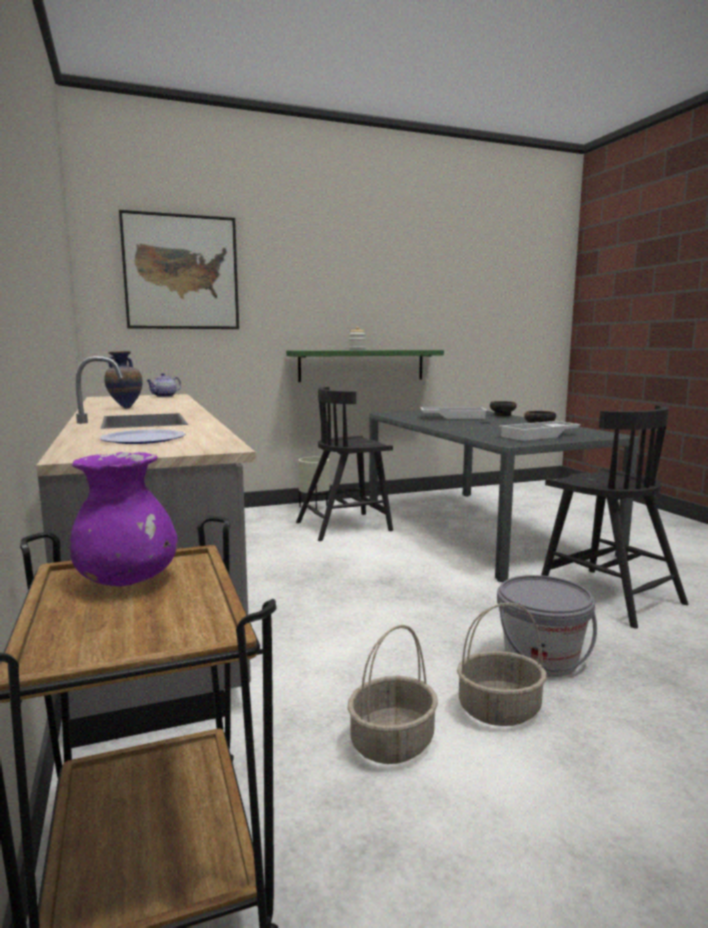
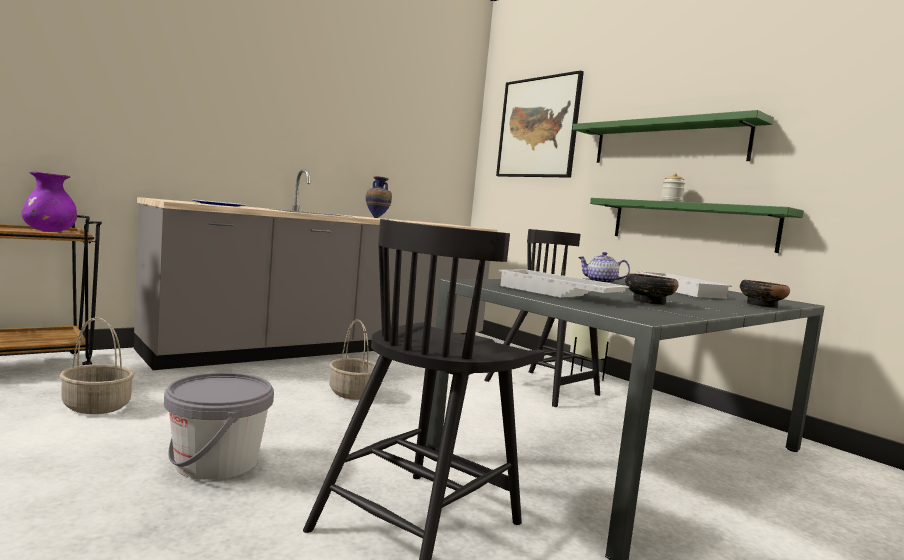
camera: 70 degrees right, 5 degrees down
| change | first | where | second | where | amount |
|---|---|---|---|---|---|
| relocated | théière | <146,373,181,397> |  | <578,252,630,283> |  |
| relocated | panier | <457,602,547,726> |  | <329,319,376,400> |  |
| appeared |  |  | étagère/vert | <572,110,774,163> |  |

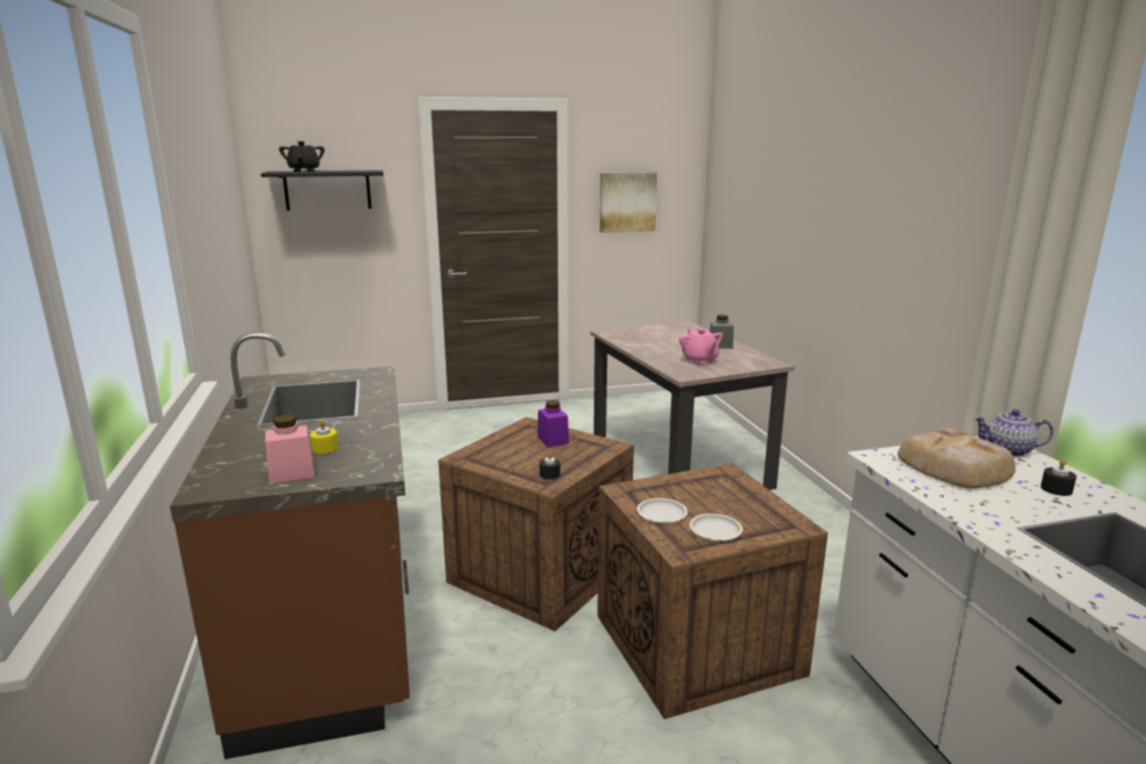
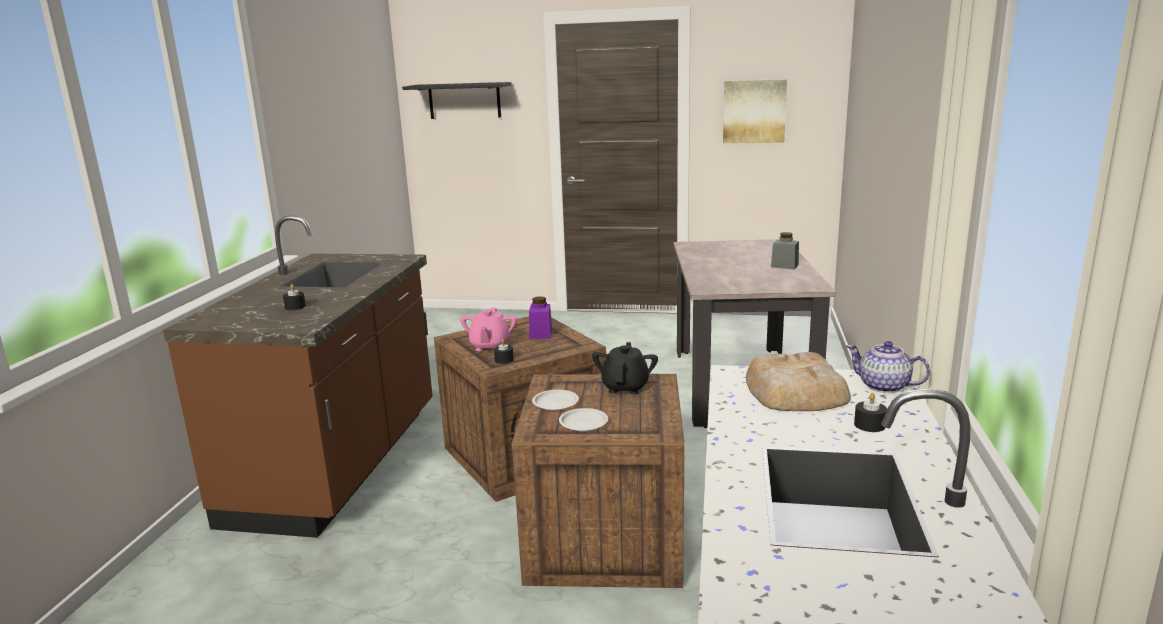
camera: 25 degrees right, 0 degrees up
| change | first | where | second | where | amount |
|---|---|---|---|---|---|
| missing | bocal/rose | <265,415,315,484> |  |  |  |
| relocated | théière/noir | <279,141,325,172> |  | <592,342,658,395> |  |
| colour | bougie/jaune | <310,420,338,454> | bougie/noir | <283,284,306,310> |  |
| relocated | théière/rose | <679,328,723,365> |  | <460,308,517,351> |  |

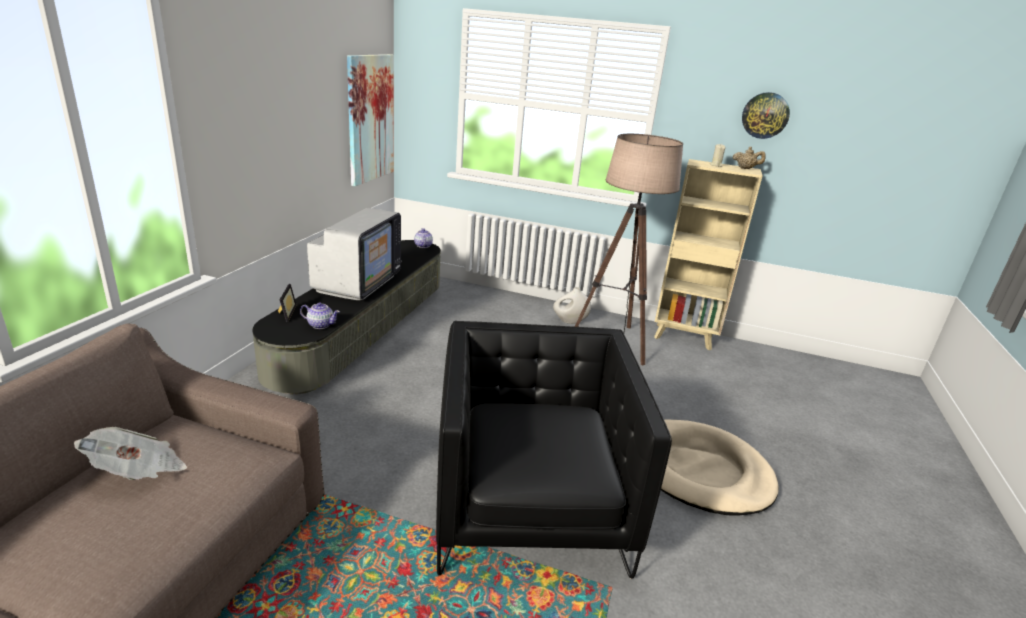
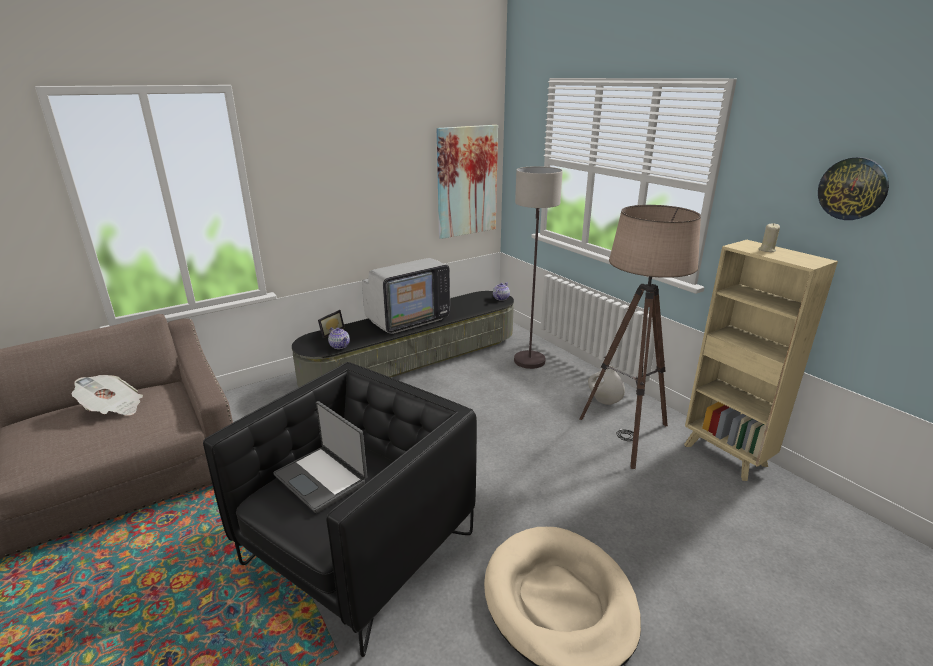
camera: 40 degrees right, 0 degrees up
| change | first | where | second | where | amount |
|---|---|---|---|---|---|
| missing | théière/beige | <733,147,766,169> |  |  |  |
| appeared |  |  | ordinateur portable | <274,401,367,513> |  |
| appeared |  |  | lampadaire/gris | <514,166,563,369> |  |

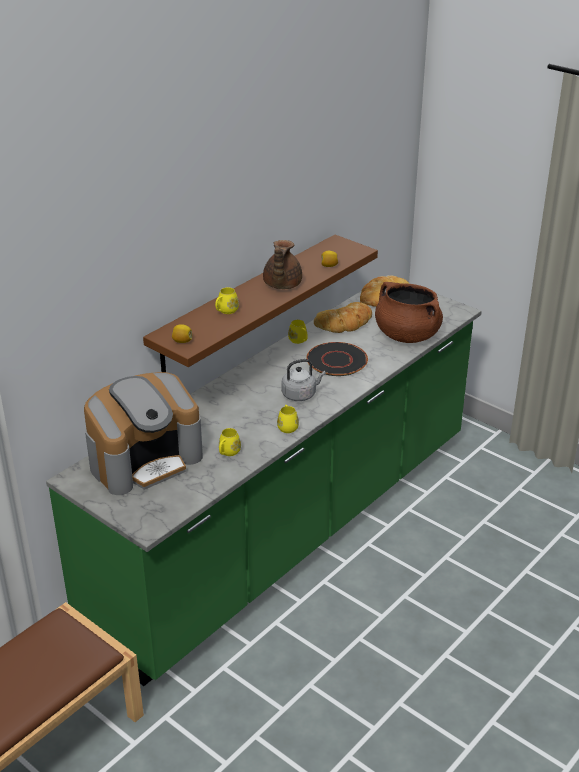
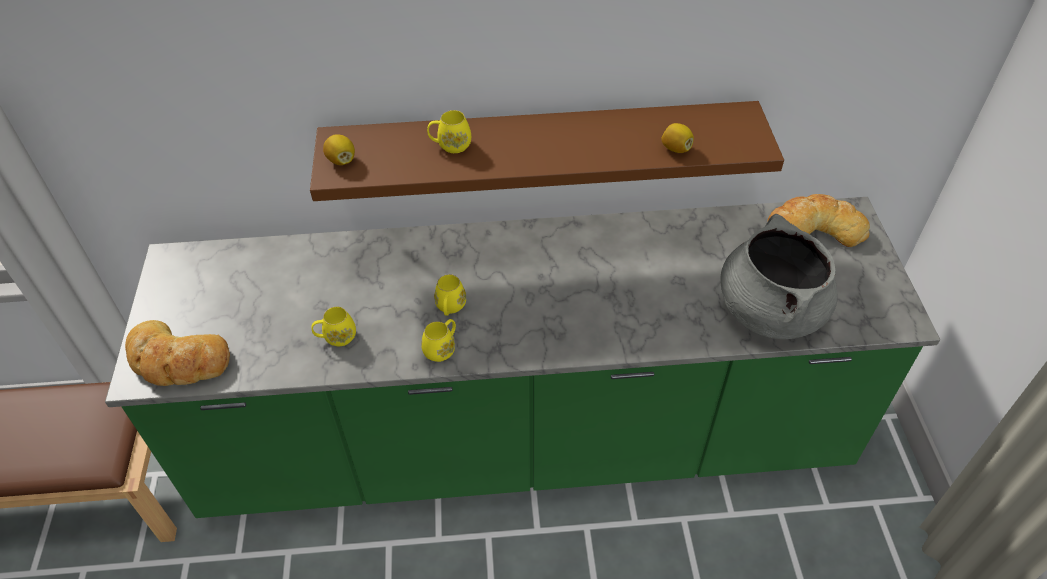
camera: 45 degrees right, 15 degrees up
| change | first | where | second | where | amount |
|---|---|---|---|---|---|
| missing | machine à café | <84,372,203,495> |  |  |  |
| missing | théière/marron | <263,240,302,289> |  |  |  |
| missing | bouilloire/gris | <281,359,326,401> |  |  |  |
| relocated | mug/jaune | <288,320,308,344> |  | <434,274,466,316> |  |
| missing | assiette/noir | <306,342,368,376> |  |  |  |
| relocated | pain | <314,302,372,333> |  | <125,320,230,386> |  |
| colour | marmite/marron | <375,282,443,343> | marmite/gris | <721,214,838,339> |  |

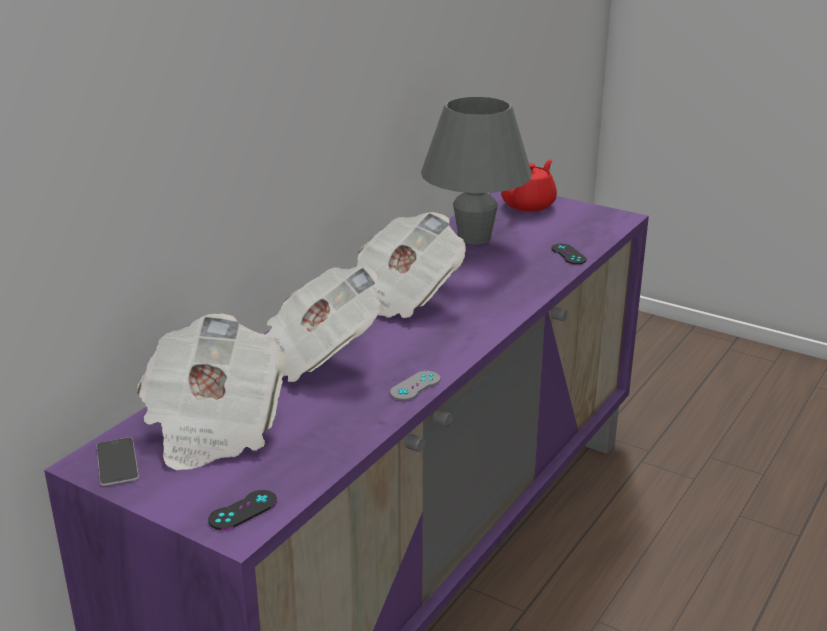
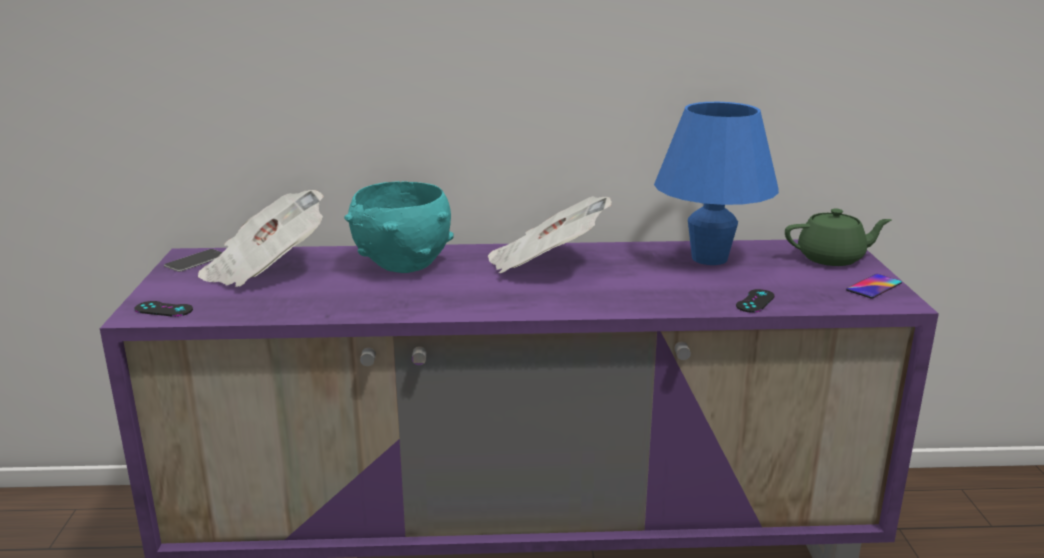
camera: 55 degrees right, 5 degrees down
| change | first | where | second | where | amount |
|---|---|---|---|---|---|
| exchanged | journal | <266,267,381,382> | bol/turquoise | <344,181,454,273> |  |
| missing | manette/gris | <390,371,440,401> |  |  |  |
| colour | lampe de table/gris | <421,96,532,245> | lampe de table/bleu | <654,102,779,265> |  |
| colour | théière/rouge | <501,160,557,212> | théière/vert | <785,208,892,266> |  |
| appeared |  |  | téléphone | <846,274,902,299> |  |

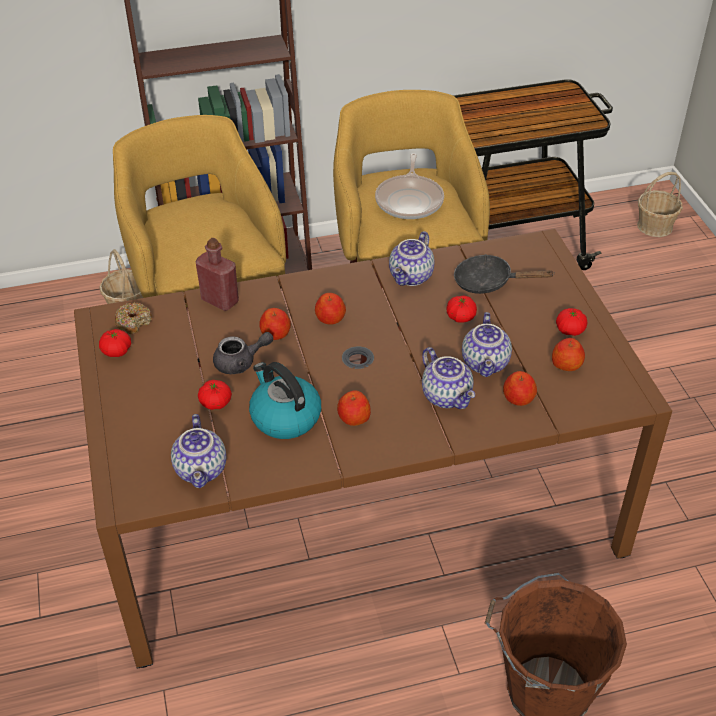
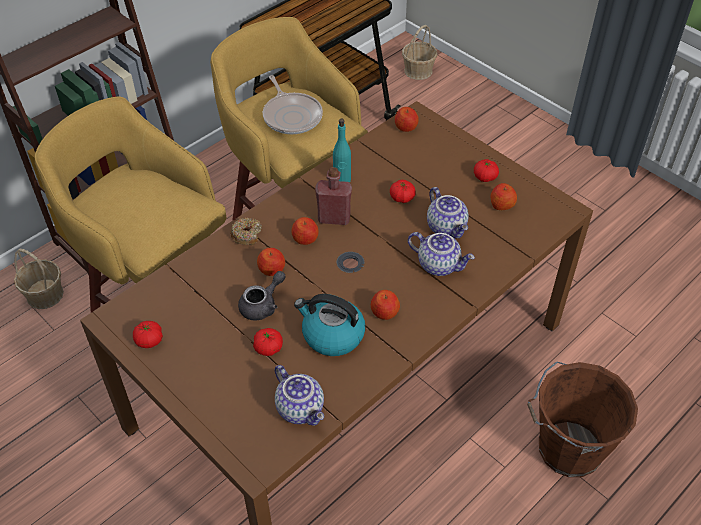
camera: 30 degrees left, 5 degrees up
| change | first | where | second | where | amount |
|---|---|---|---|---|---|
| relocated | beignet | <115,302,152,334> |  | <230,218,262,245> |  |
| relocated | bouteille/rouge | <196,238,239,311> |  | <315,167,352,225> |  |
| exchanged | théière | <389,231,435,286> | bouteille/turquoise | <333,118,351,182> |  |
| missing | poêle/noir | <454,254,555,294> |  |  |  |
| relocated | pomme | <503,371,537,406> |  | <395,107,419,132> |  |

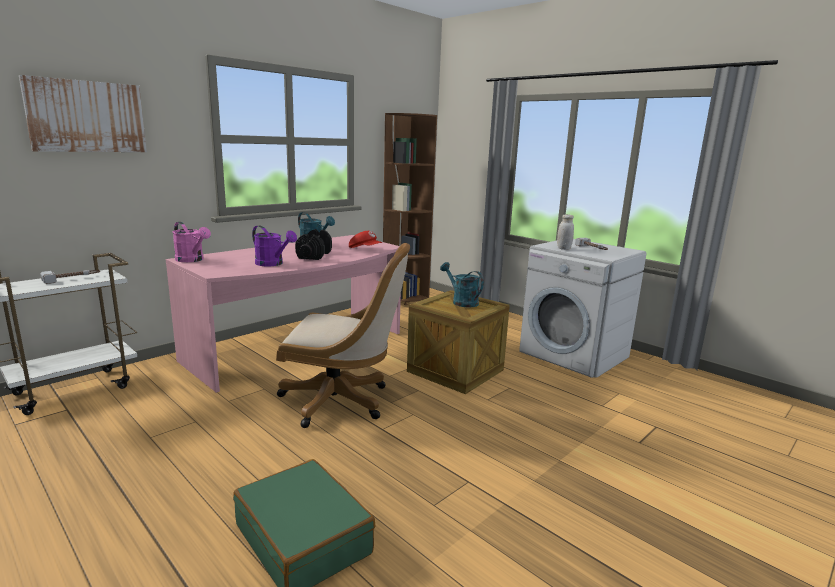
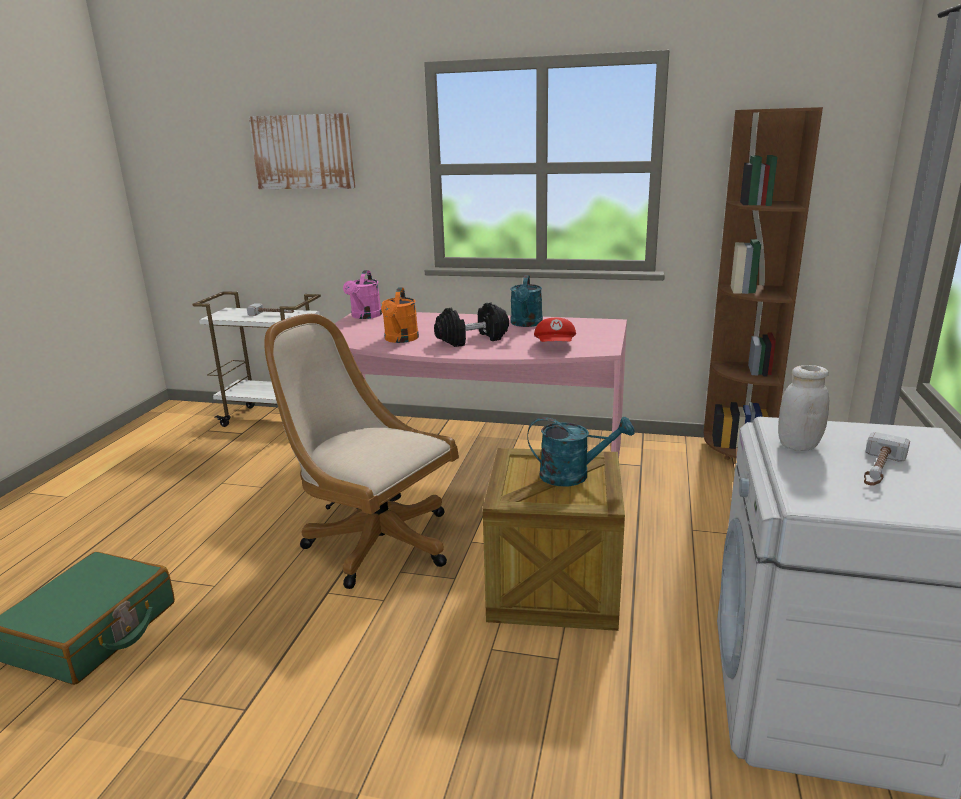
camera: 60 degrees right, 5 degrees up
| change | first | where | second | where | amount |
|---|---|---|---|---|---|
| colour | arrosoir/violet | <252,225,297,266> | arrosoir/orange | <381,287,419,343> |  |
| spun | chaise de bureau | <276,243,410,428> |  | <264,314,459,589> | 150 degrees clockwise |
| spun | arrosoir/turquoise | <440,262,484,308> |  | <527,416,635,486> | 75 degrees clockwise |

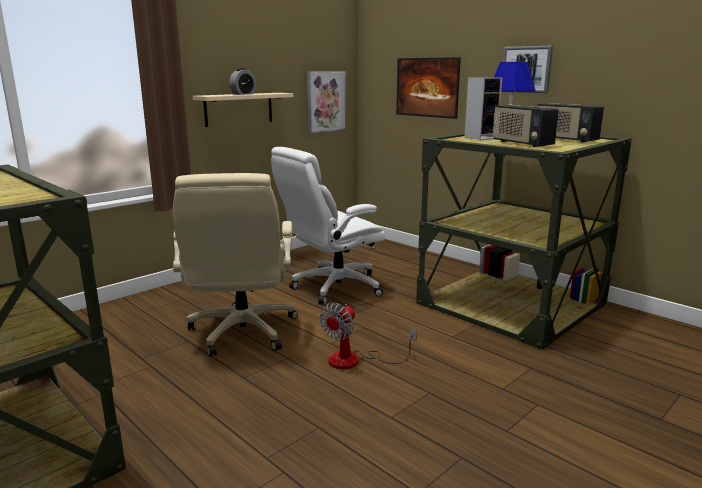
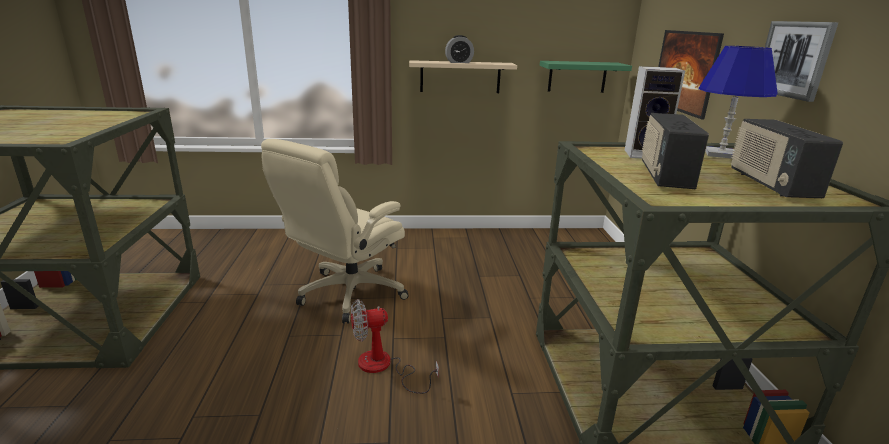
camera: 40 degrees right, 5 degrees up
| change | first | where | second | where | amount |
|---|---|---|---|---|---|
| missing | chaise de bureau/blanc | <271,147,385,305> |  |  |  |
| exchanged | tableau | <307,71,346,134> | étagère/vert | <539,61,632,93> |  |

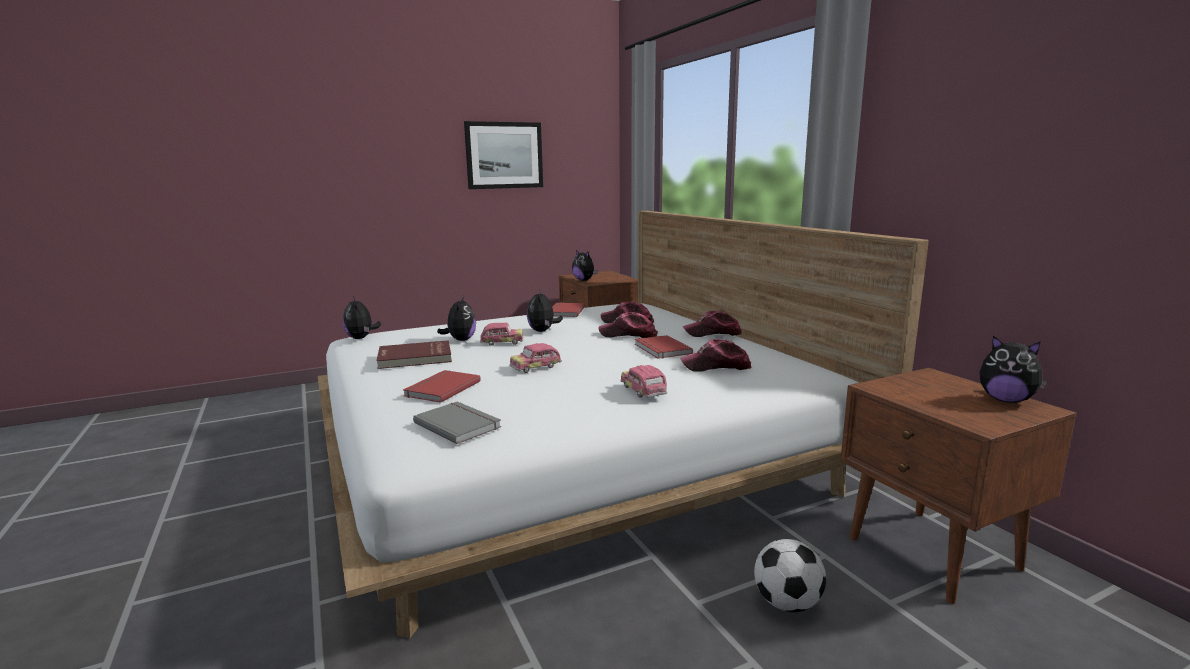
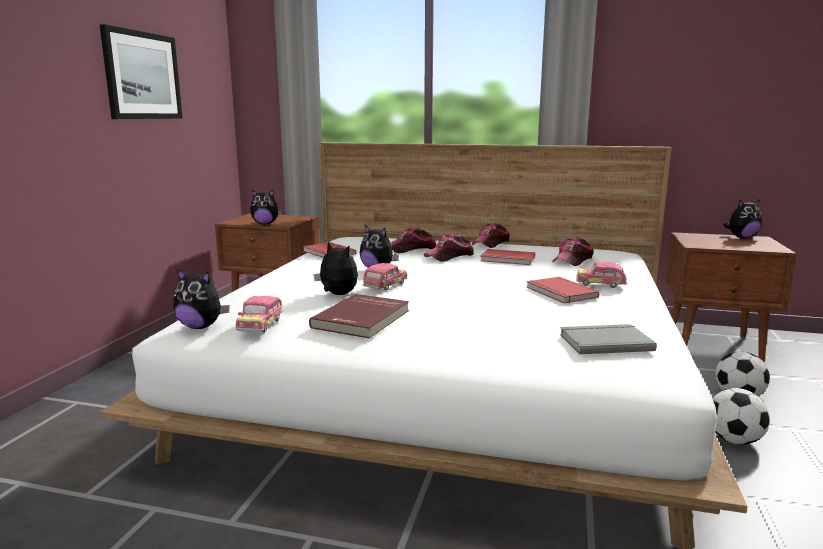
camera: 50 degrees left, 0 degrees up
| change | first | where | second | where | amount |
|---|---|---|---|---|---|
| relocated | livre/rouge | <403,370,481,403> |  | <526,277,599,303> |  |
| relocated | petite voiture | <510,343,562,373> |  | <236,296,282,333> |  |
| appeared |  |  | ballon de foot | <712,388,770,445> |  |

